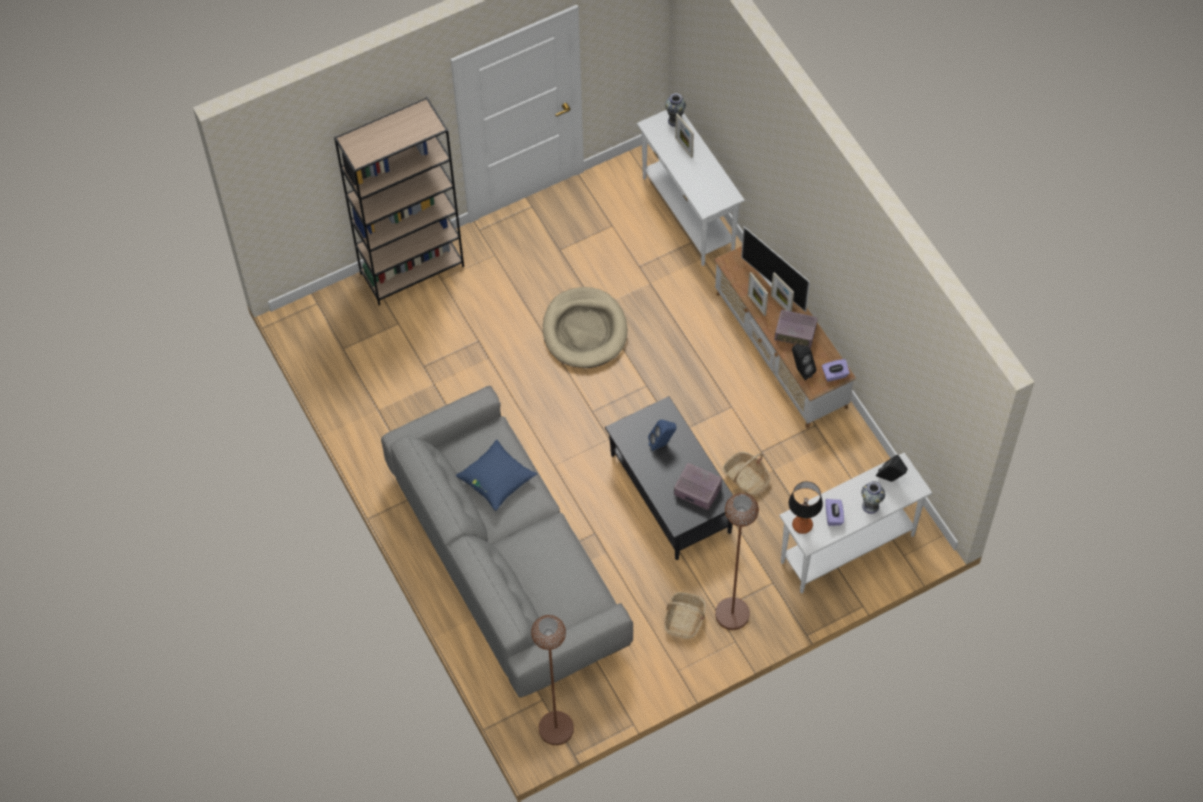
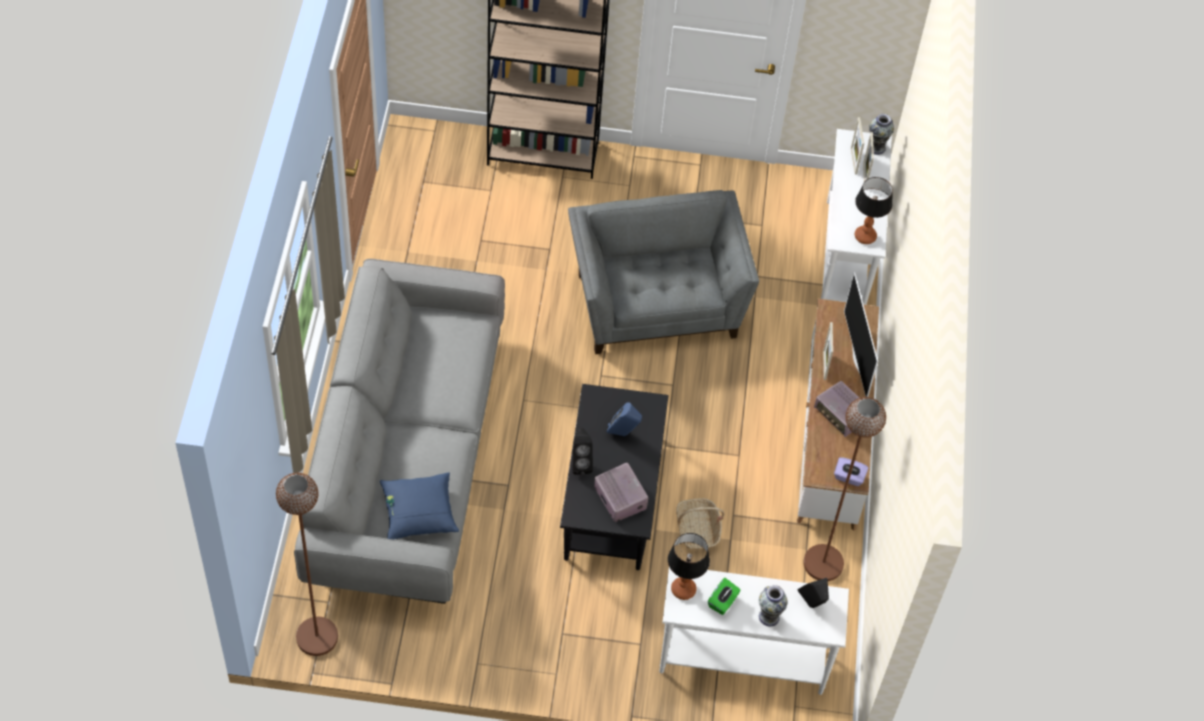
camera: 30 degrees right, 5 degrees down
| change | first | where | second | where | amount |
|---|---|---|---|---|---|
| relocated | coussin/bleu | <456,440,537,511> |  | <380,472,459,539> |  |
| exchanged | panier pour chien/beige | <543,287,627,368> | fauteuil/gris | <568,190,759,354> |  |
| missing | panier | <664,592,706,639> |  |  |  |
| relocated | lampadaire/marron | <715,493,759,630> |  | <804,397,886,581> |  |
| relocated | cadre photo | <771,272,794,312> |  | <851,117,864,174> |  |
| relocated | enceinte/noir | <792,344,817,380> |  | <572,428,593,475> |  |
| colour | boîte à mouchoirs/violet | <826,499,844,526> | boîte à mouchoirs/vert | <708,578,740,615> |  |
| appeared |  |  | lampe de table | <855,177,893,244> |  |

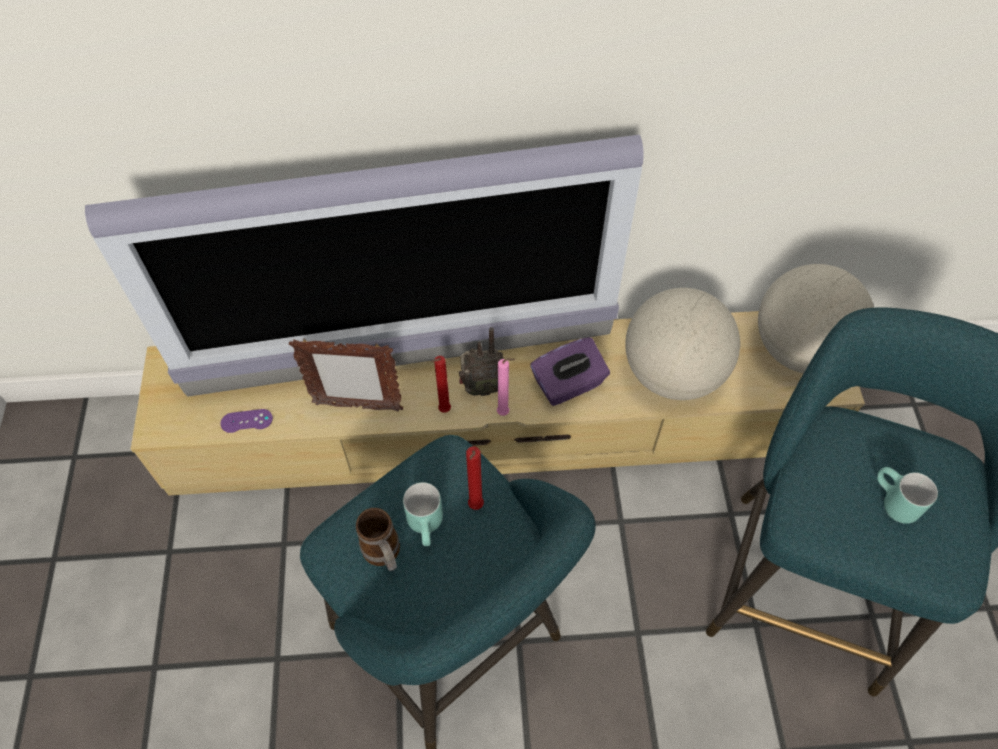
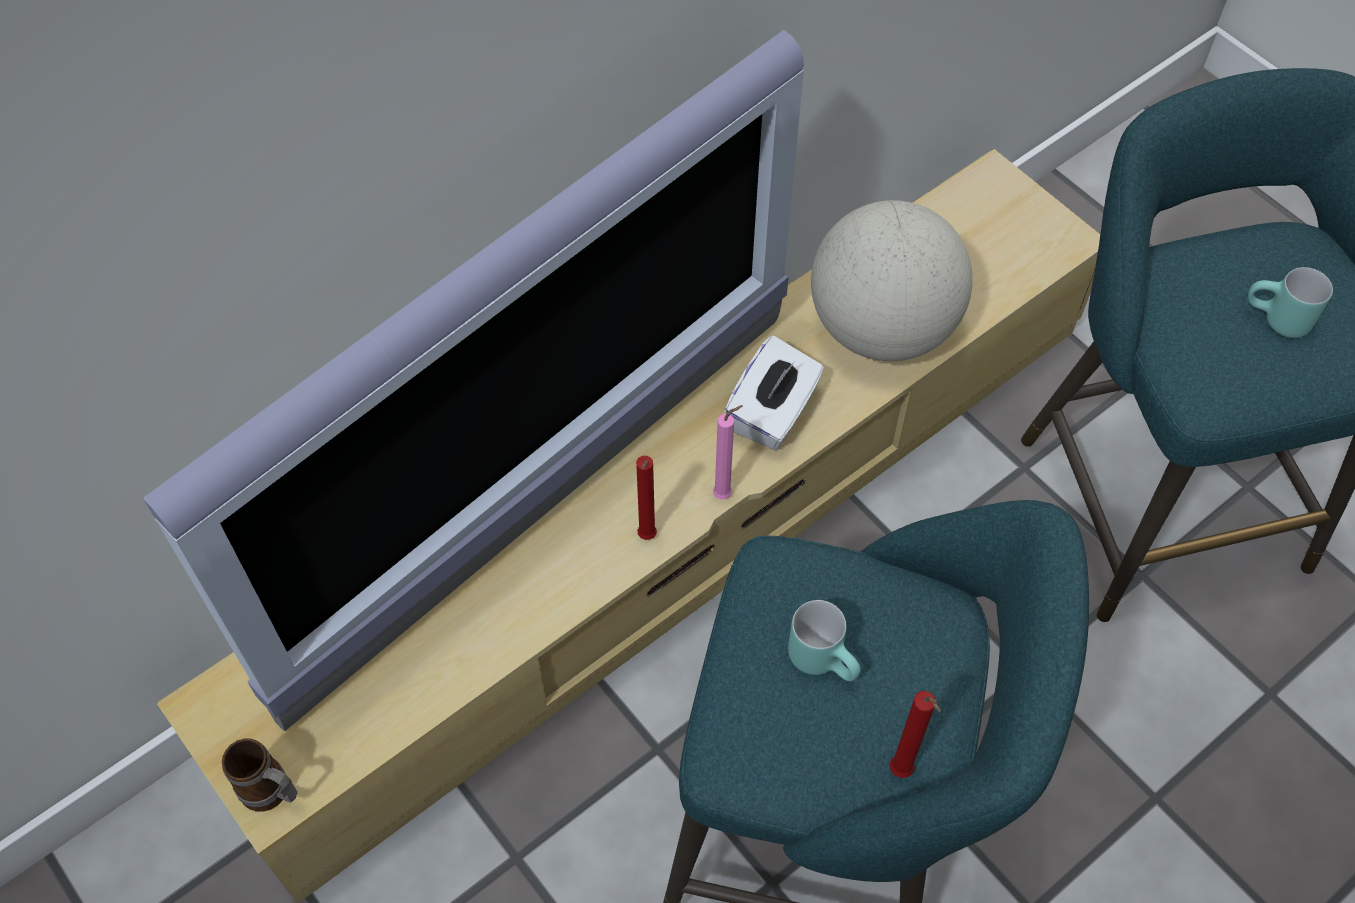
camera: 35 degrees left, 0 degrees up
| change | first | where | second | where | amount |
|---|---|---|---|---|---|
| missing | manette/violet | <220,409,273,433> |  |  |  |
| missing | cadre photo | <289,338,403,412> |  |  |  |
| relocated | mug | <356,508,400,571> |  | <222,739,298,812> |  |
| missing | radio | <459,327,504,396> |  |  |  |
| relocated | bougie/rouge | <466,447,484,510> |  | <890,691,941,778> |  |
| colour | boîte à mouchoirs/violet | <531,337,610,406> | boîte à mouchoirs/blanc | <724,335,824,450> |  |
| missing | globe | <758,264,874,373> |  |  |  |

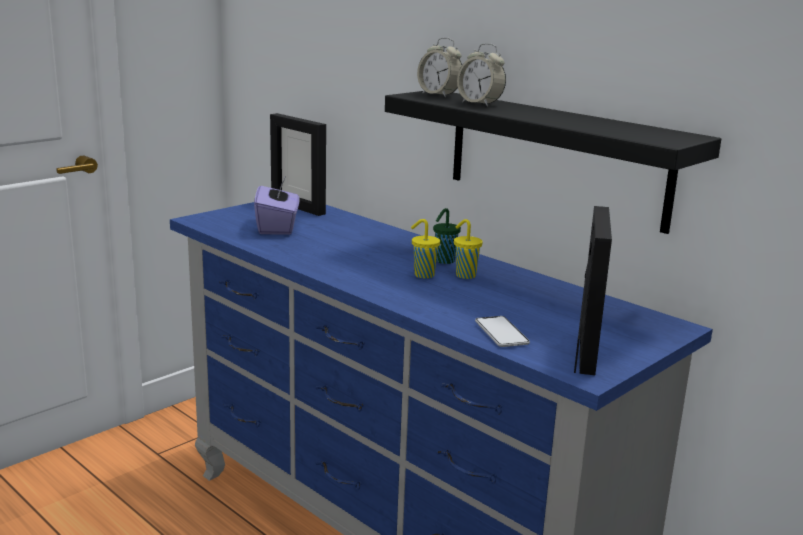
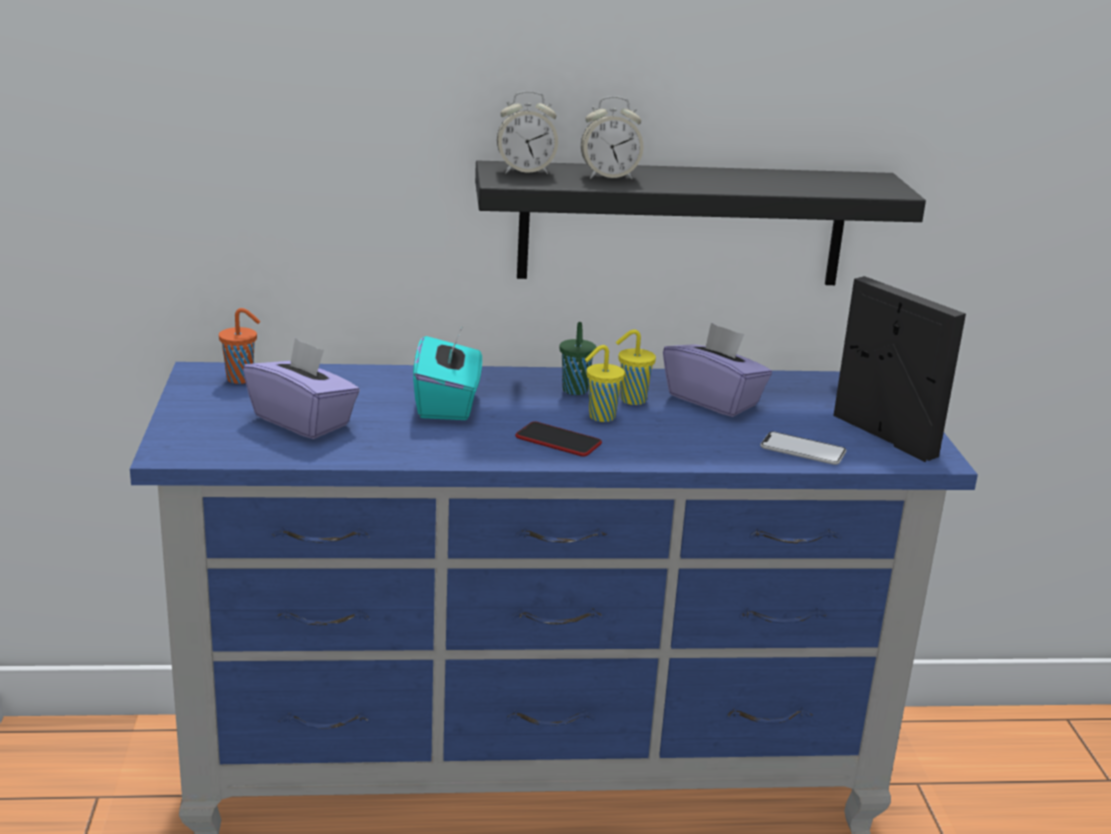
camera: 50 degrees left, 5 degrees up
| change | first | where | second | where | amount |
|---|---|---|---|---|---|
| exchanged | cadre photo | <270,113,326,216> | tasse/orange | <219,308,260,384> |  |
| appeared |  |  | boîte à mouchoirs/turquoise | <413,326,482,420> |  |
| appeared |  |  | téléphone | <515,421,602,457> |  |
| appeared |  |  | boîte à mouchoirs/violet | <663,323,772,417> |  |

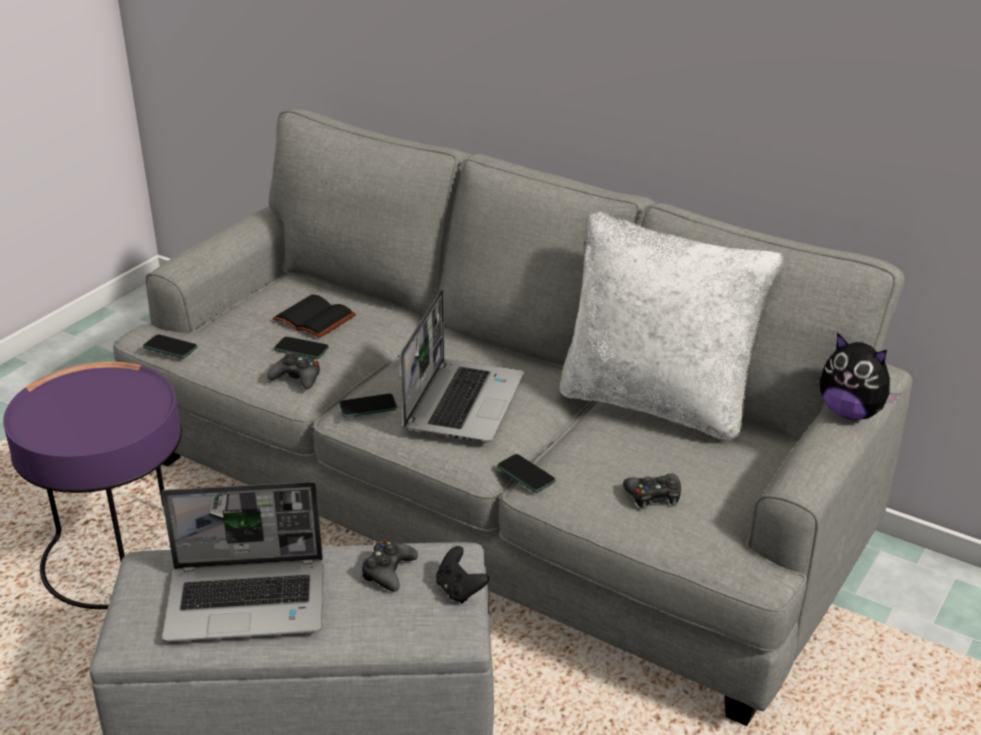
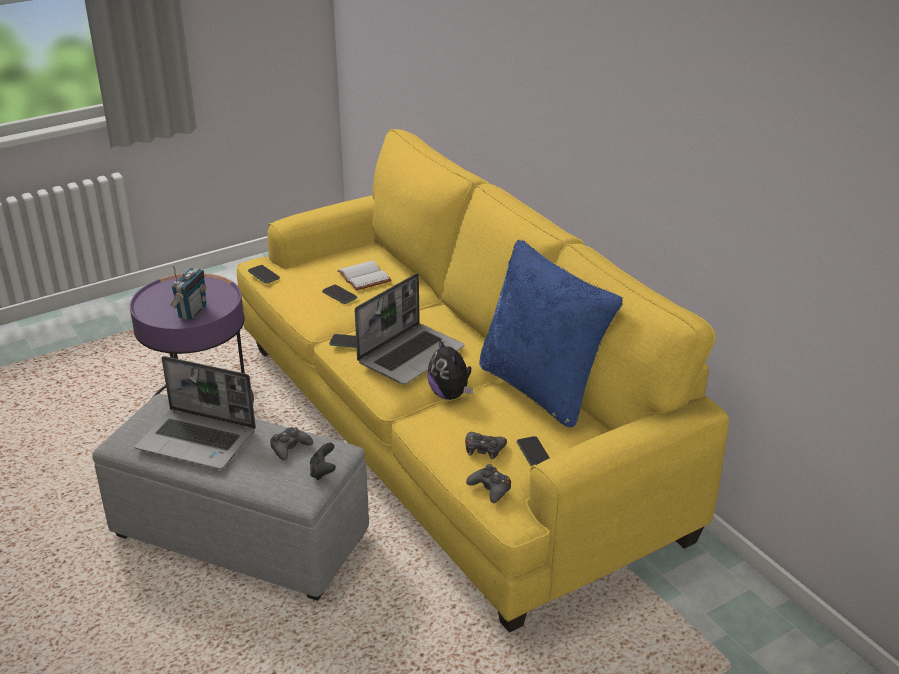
camera: 25 degrees right, 0 degrees up
| change | first | where | second | where | amount |
|---|---|---|---|---|---|
| colour | canapé/gris | <113,109,913,726> | canapé/jaune | <237,129,729,633> |  |
| relocated | manette/noir | <267,351,320,389> |  | <466,464,511,503> |  |
| colour | livre/noir | <273,294,356,338> | livre/blanc | <337,261,391,291> |  |
| relocated | téléphone | <497,454,556,492> |  | <517,436,550,466> |  |
| colour | coussin/blanc | <560,211,784,441> | coussin/bleu | <479,240,623,428> |  |
| relocated | peluche | <820,333,901,420> |  | <427,337,473,400> |  |
| appeared |  |  | radio | <170,264,206,320> |  |

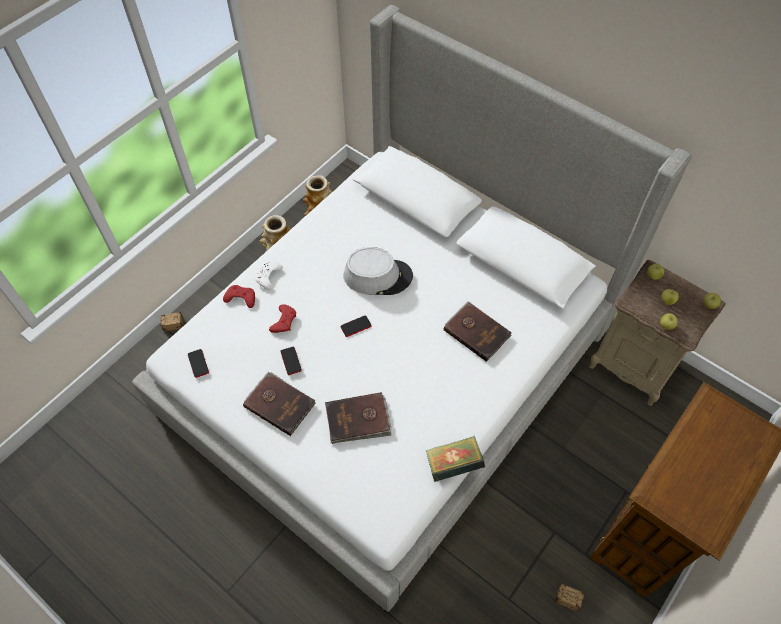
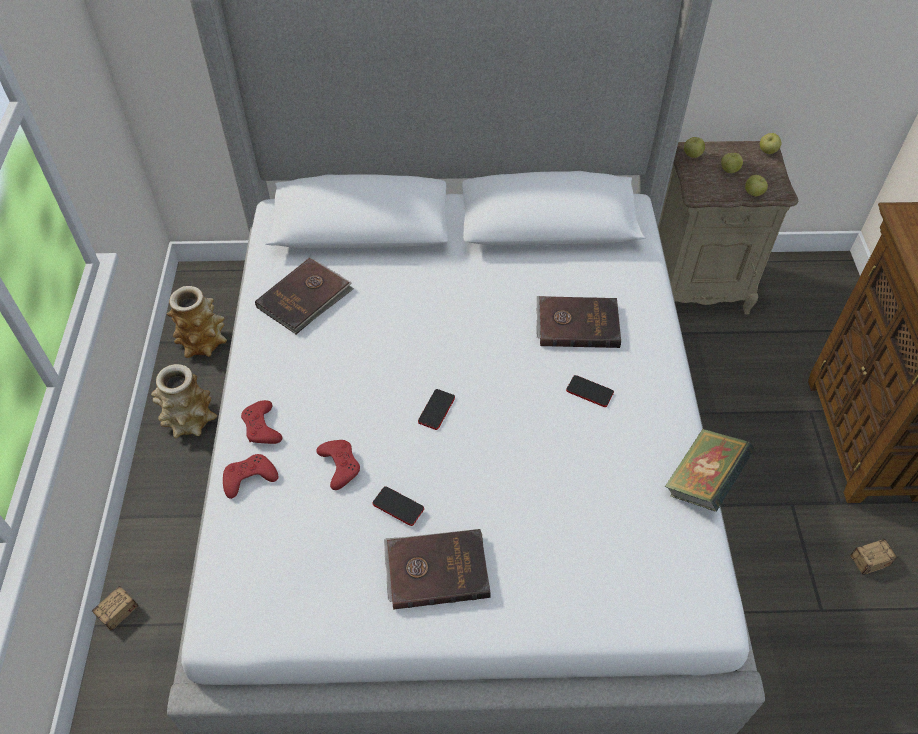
camera: 40 degrees left, 5 degrees down
| change | first | where | second | where | amount |
|---|---|---|---|---|---|
| relocated | téléphone | <188,349,209,378> |  | <566,375,614,407> |  |
| colour | manette/blanc | <255,262,283,290> | manette/rouge | <241,400,282,444> |  |
| relocated | livre/marron | <325,392,392,444> |  | <255,258,354,334> |  |
| missing | chapeau/gris | <344,247,413,295> |  |  |  |

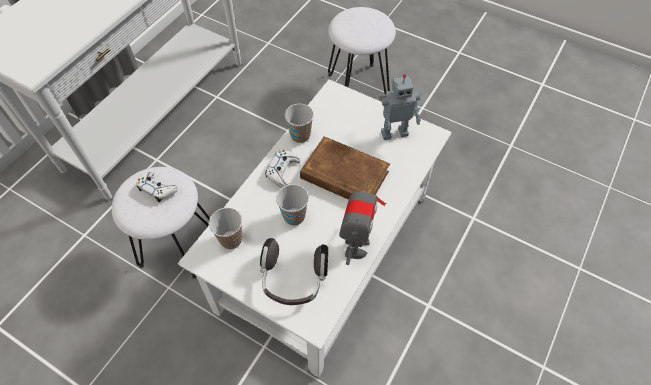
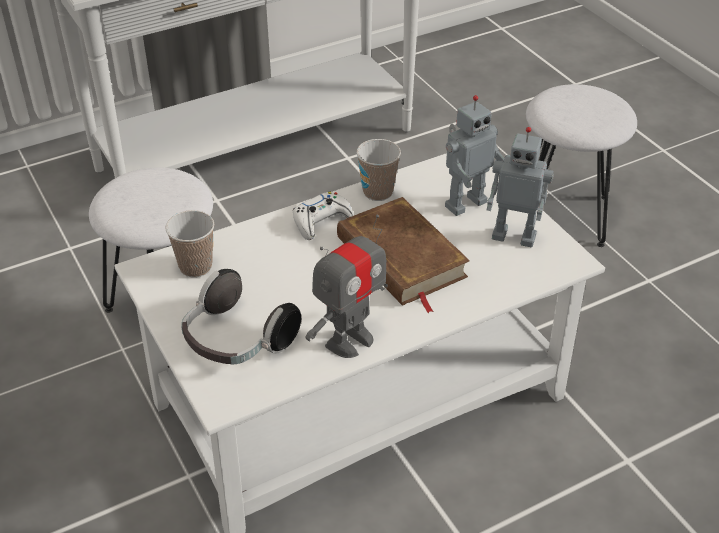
camera: 30 degrees right, 15 degrees down
| change | first | where | second | where | amount |
|---|---|---|---|---|---|
| missing | manette/blanc | <136,172,178,202> |  |  |  |
| missing | tasse | <276,184,309,226> |  |  |  |
| appeared |  |  | robot jouet | <445,95,504,216> |  |

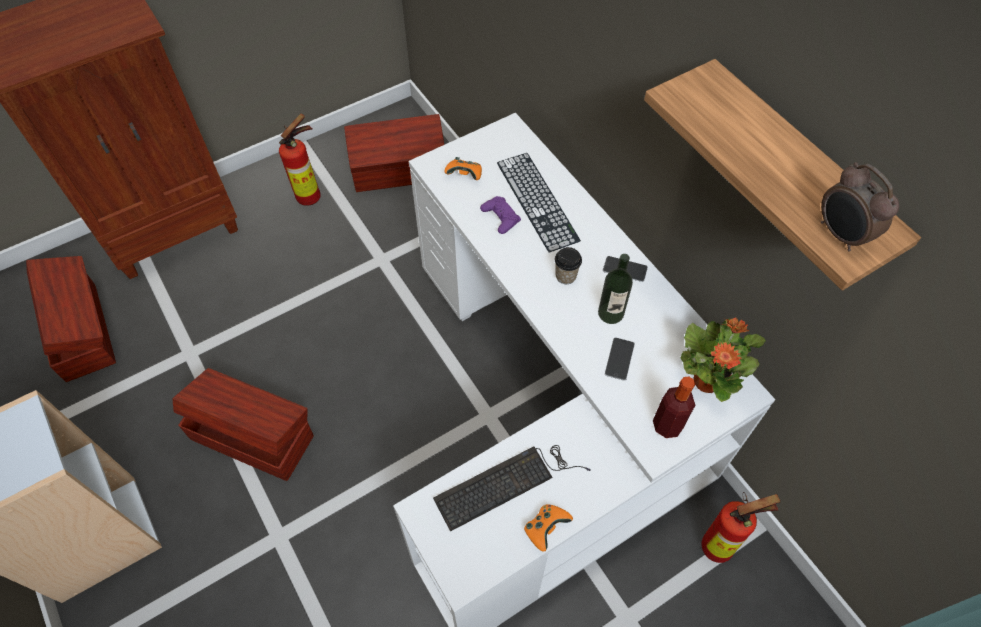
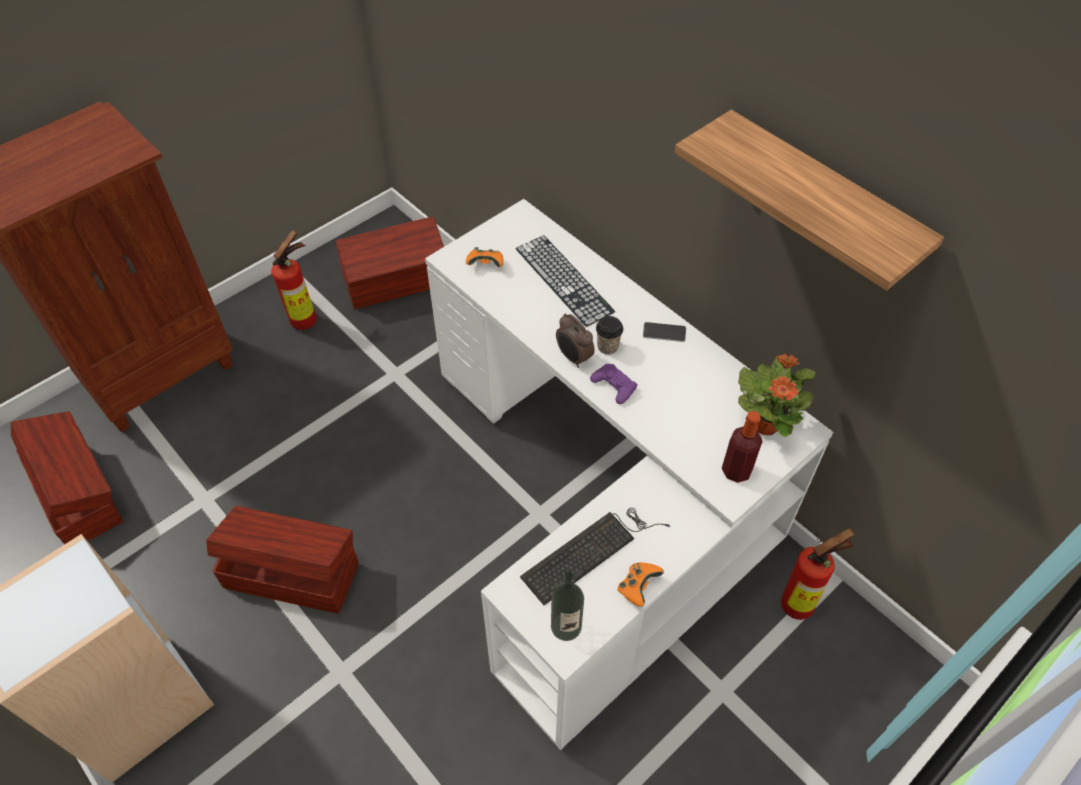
camera: 10 degrees left, 5 degrees down
| change | first | where | second | where | amount |
|---|---|---|---|---|---|
| relocated | manette/violet | <480,196,521,234> |  | <590,364,638,404> |  |
| relocated | bouteille | <598,254,633,324> |  | <551,572,584,641> |  |
| missing | téléphone | <605,338,635,381> |  |  |  |
| relocated | réveil | <821,162,899,252> |  | <556,313,595,368> |  |

